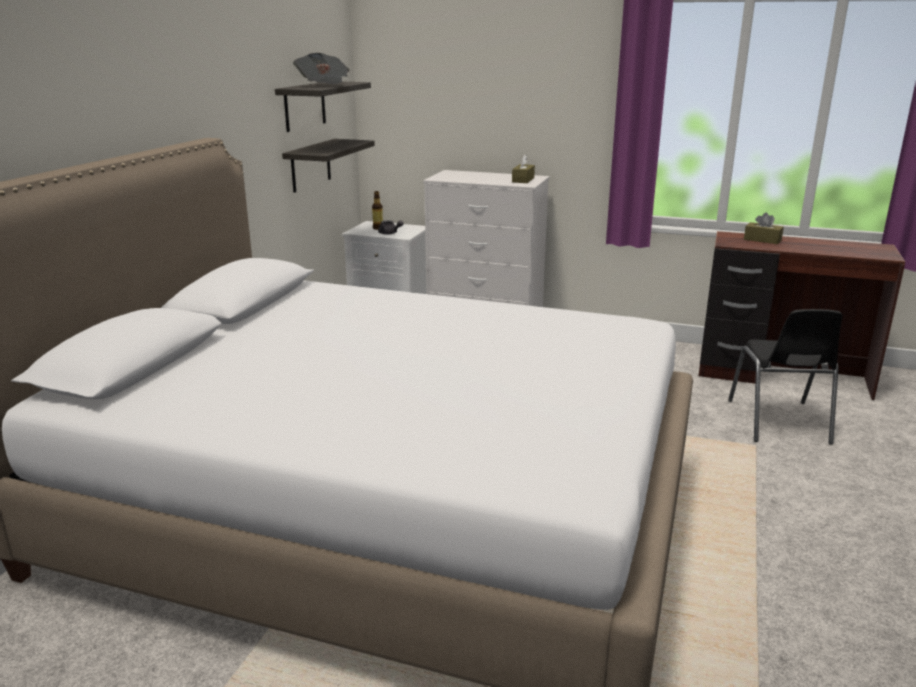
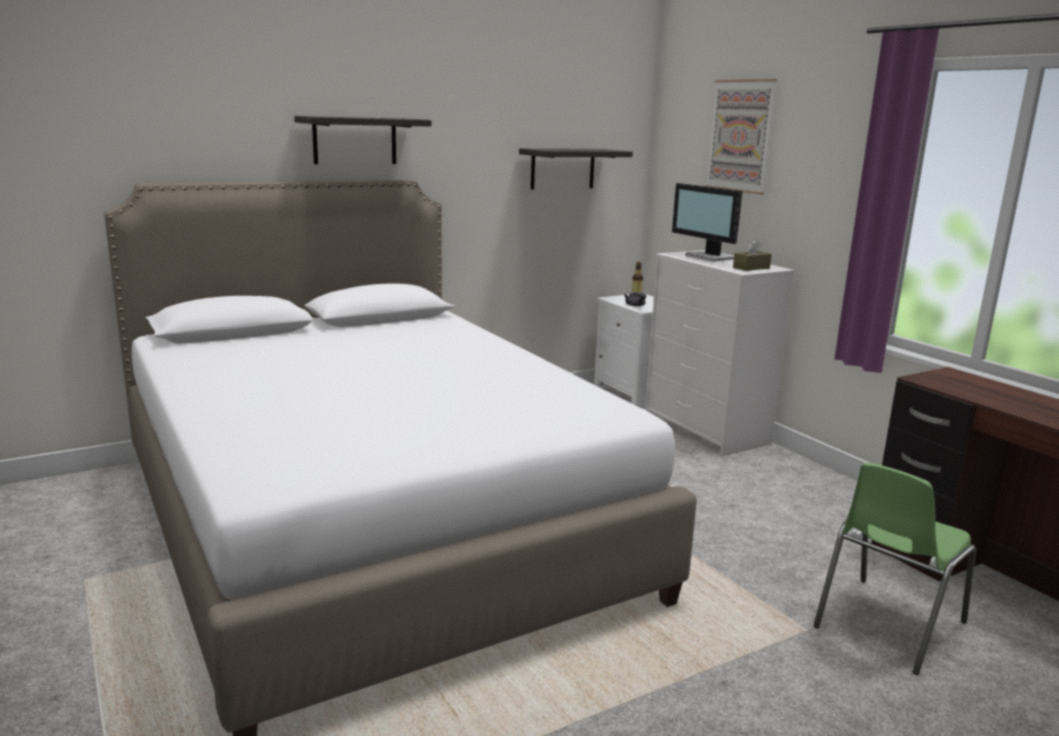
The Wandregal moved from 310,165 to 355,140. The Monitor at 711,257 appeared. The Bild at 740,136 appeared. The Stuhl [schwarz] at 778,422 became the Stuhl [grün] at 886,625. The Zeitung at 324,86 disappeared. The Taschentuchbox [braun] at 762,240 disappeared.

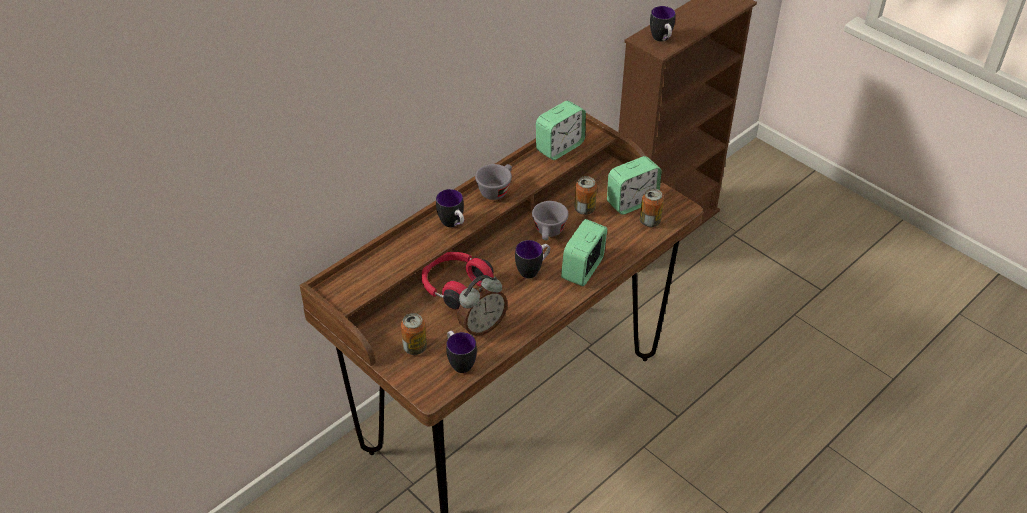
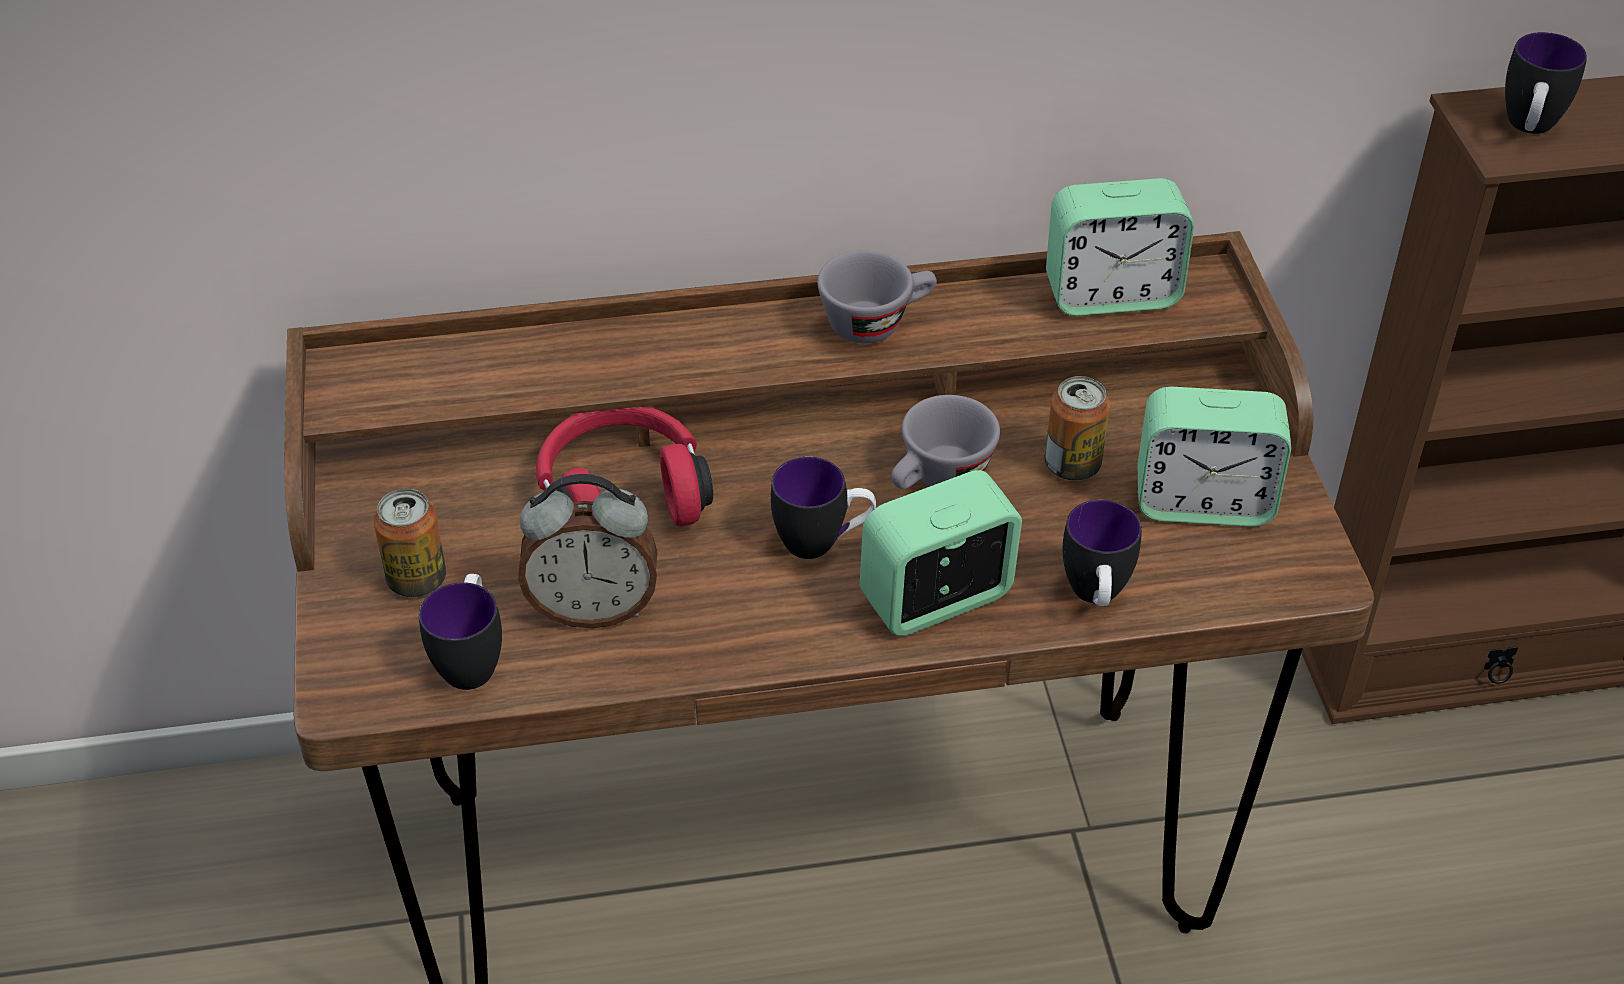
The Henkelbecher moved from 453,225 to 1096,598. The Dose at 650,221 disappeared.

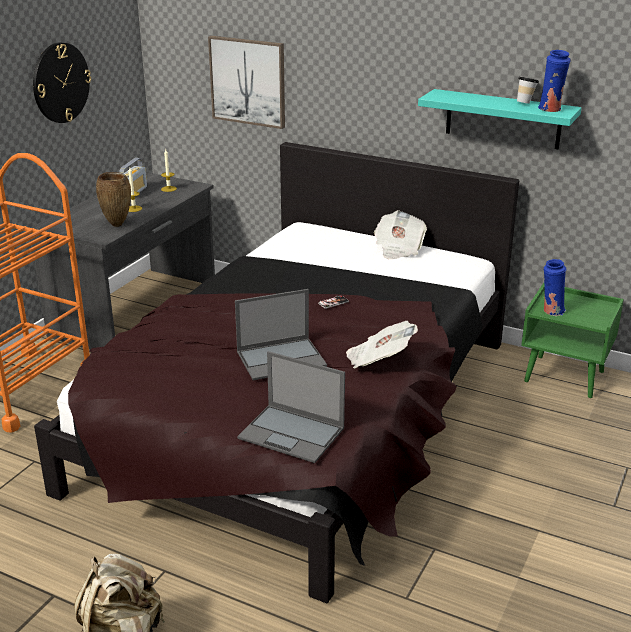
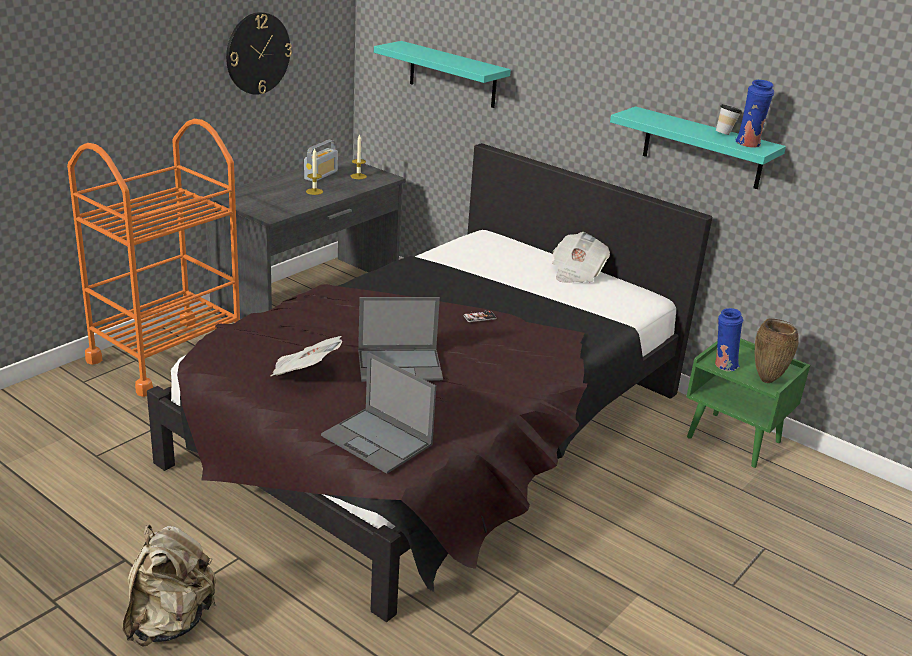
The Zeitung moved from 379,360 to 305,373. The Bild at 248,81 was replaced by the Wandregal [türkis] at 452,75. The Vase [braun] moved from 118,225 to 767,380.

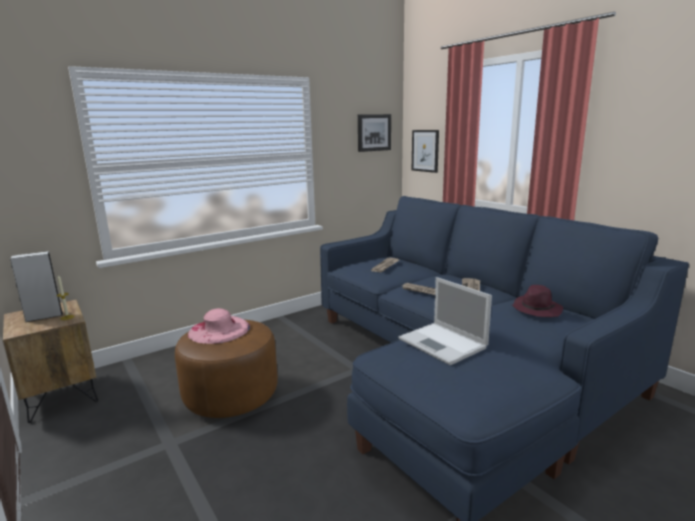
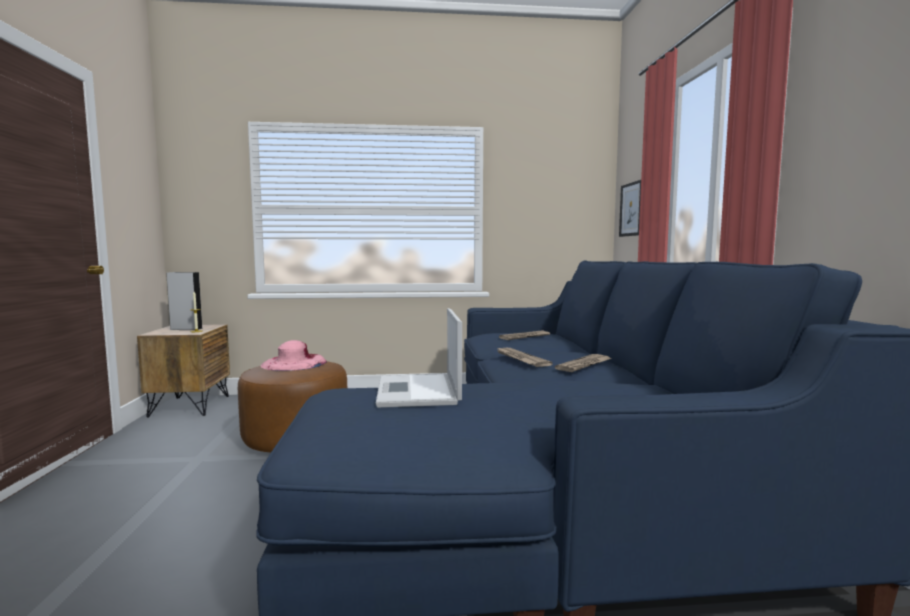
The Bild at 373,132 disappeared. The Hut [lila] at 536,309 disappeared.

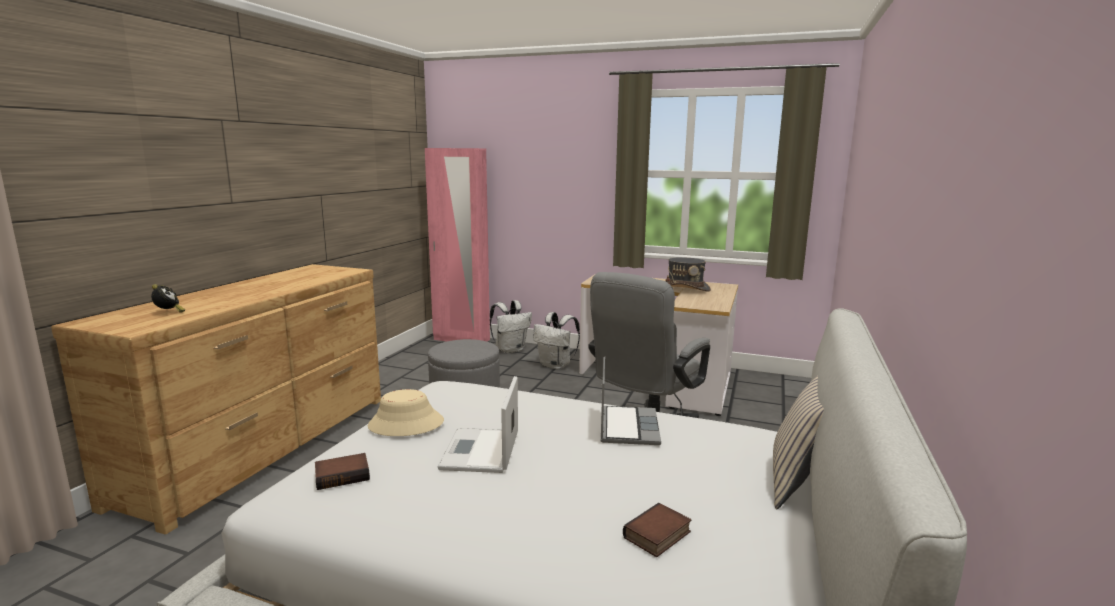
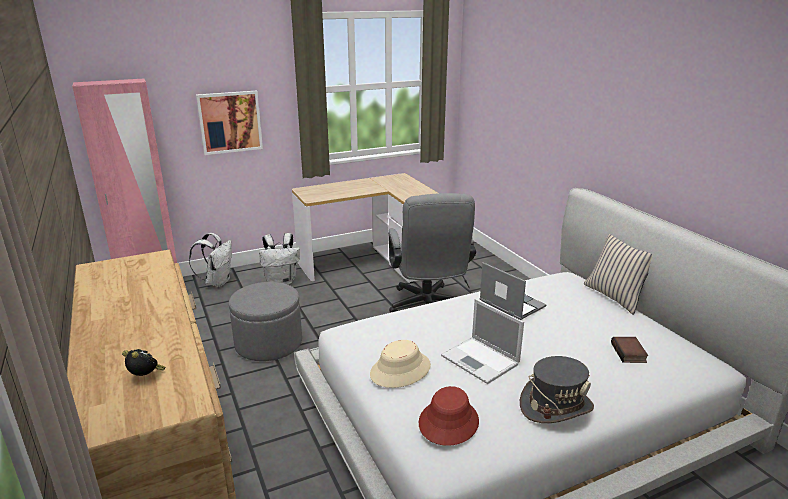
The Bild at 230,122 appeared. The Buch at 343,475 was replaced by the Hut [rot] at 448,422. The Hut [grau] moved from 685,288 to 555,406.

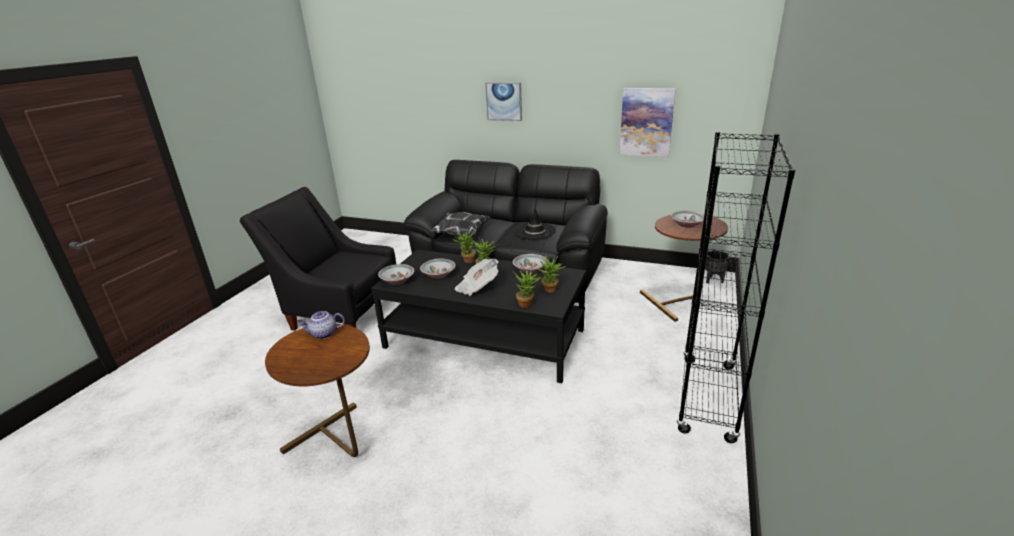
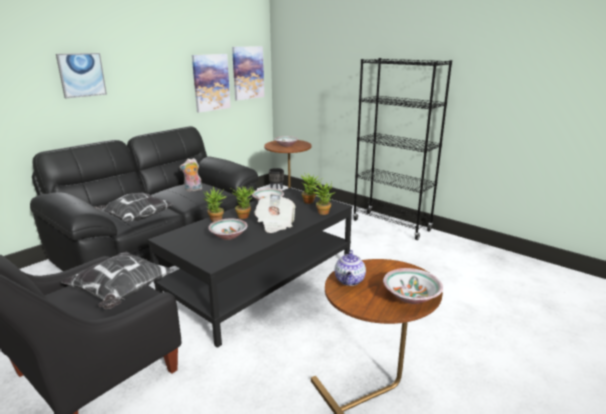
The Kissen at 121,293 appeared. The Hut [schwarz] at 534,231 was replaced by the Plüschtier at 193,190. The Bild at 248,73 appeared. The Schüssel moved from 397,281 to 410,297.

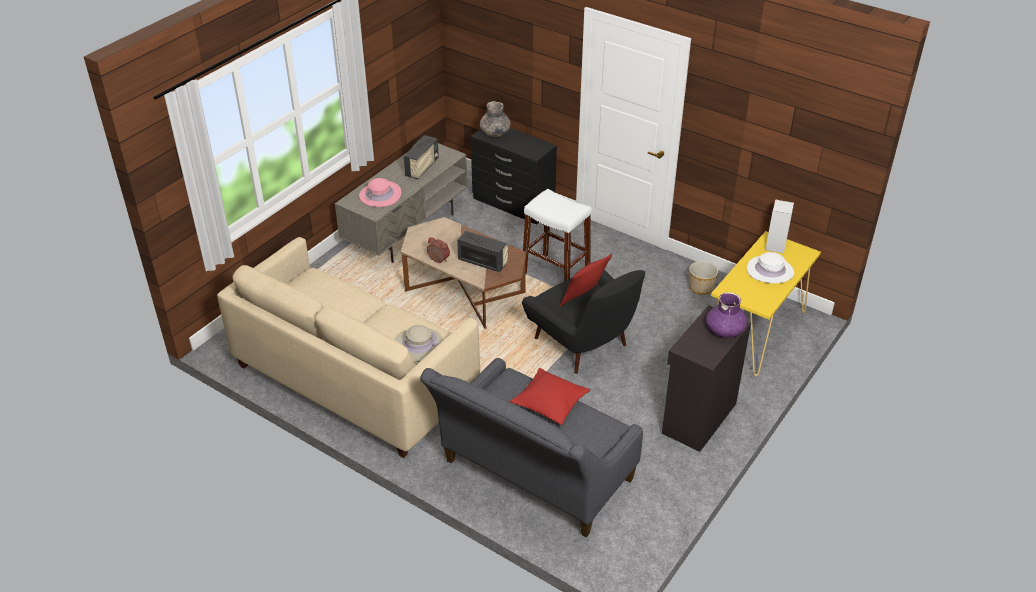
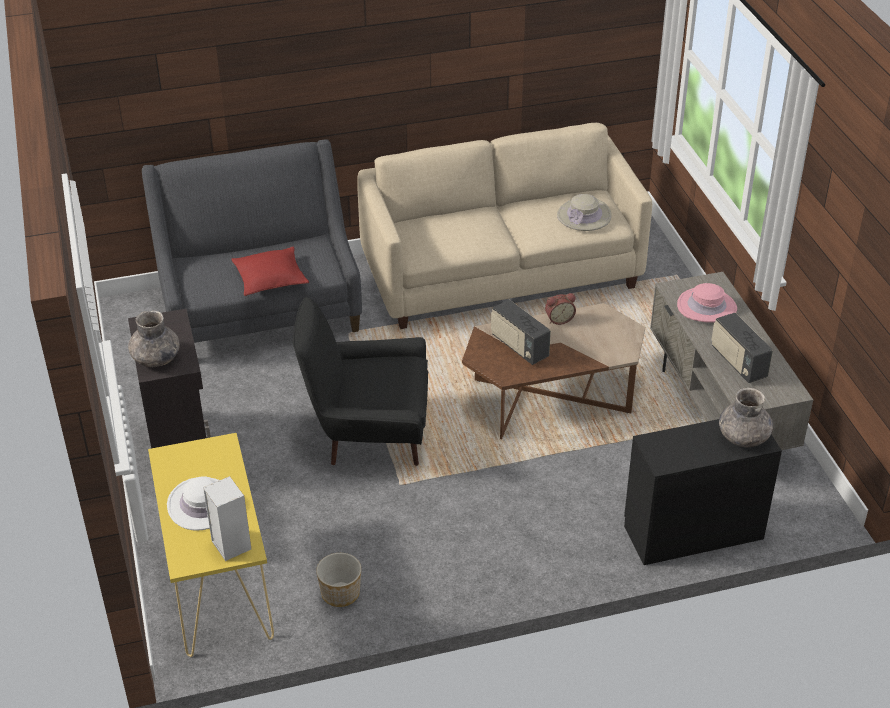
The Vase [lila] at 725,330 became the Vase [grau] at 155,358. The Radio at 483,262 turned 75 degrees clockwise. The Hut [beige] moved from 418,345 to 584,216. The Hocker [weiß] at 556,274 disappeared. The Kissen [rot] at 584,298 disappeared.

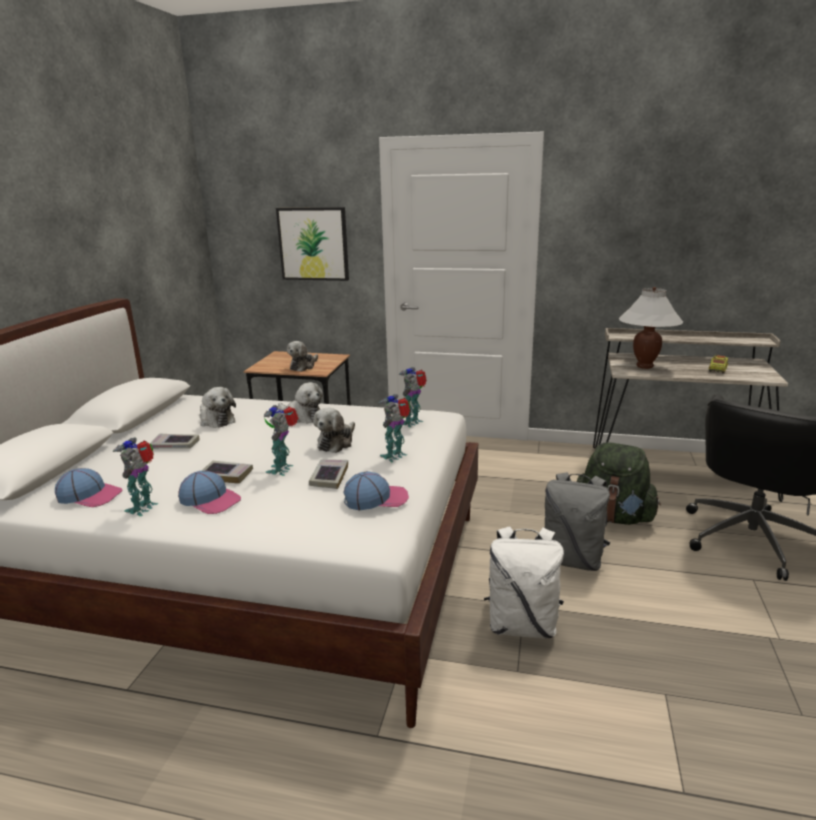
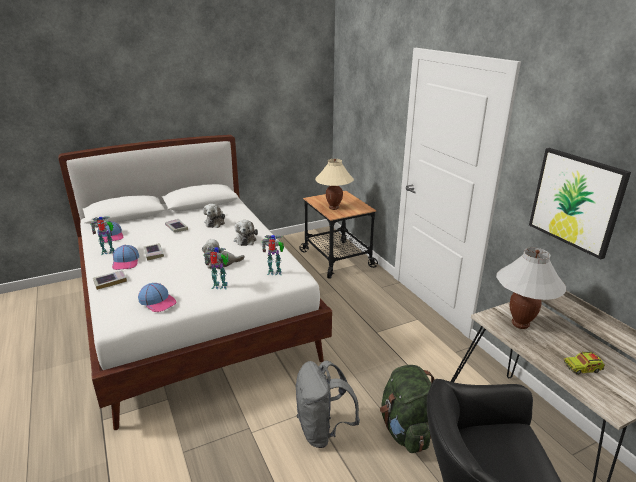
The Buch moved from 329,477 to 110,281. The Plüschtier at 303,366 was replaced by the Tischlampe [beige] at 334,208. The Bild moved from 313,244 to 576,201. The Spielzeugroboter at 283,469 disappeared. The Rucksack [weiß] at 522,625 disappeared.

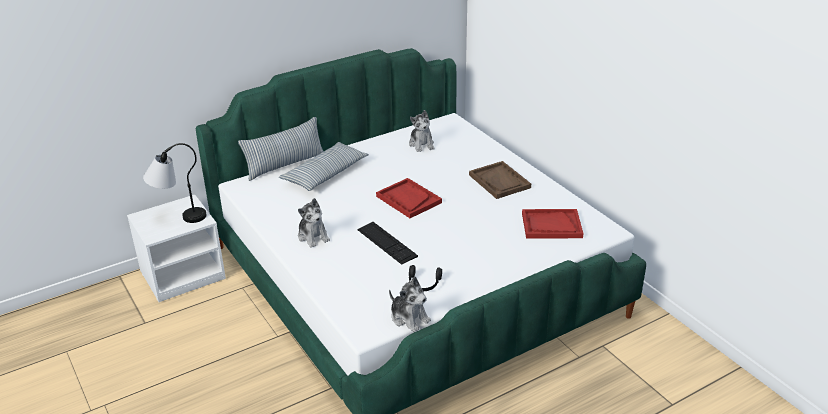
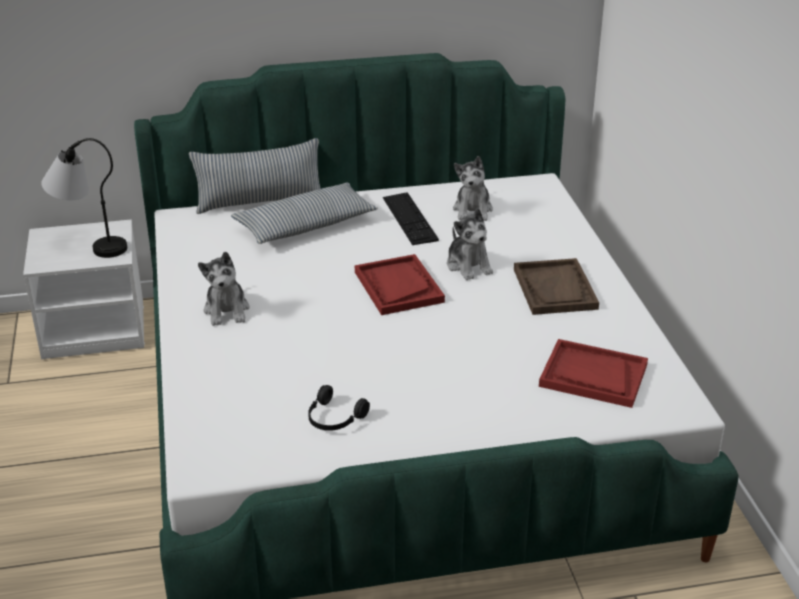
The Tastatur moved from 386,243 to 409,218. The Plüschtier moved from 409,318 to 468,266.

